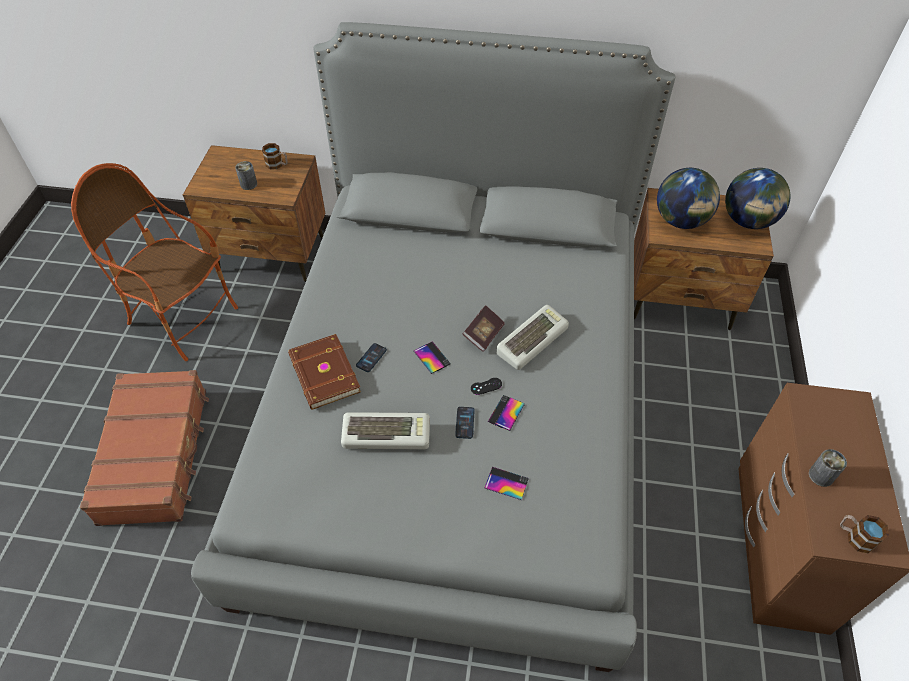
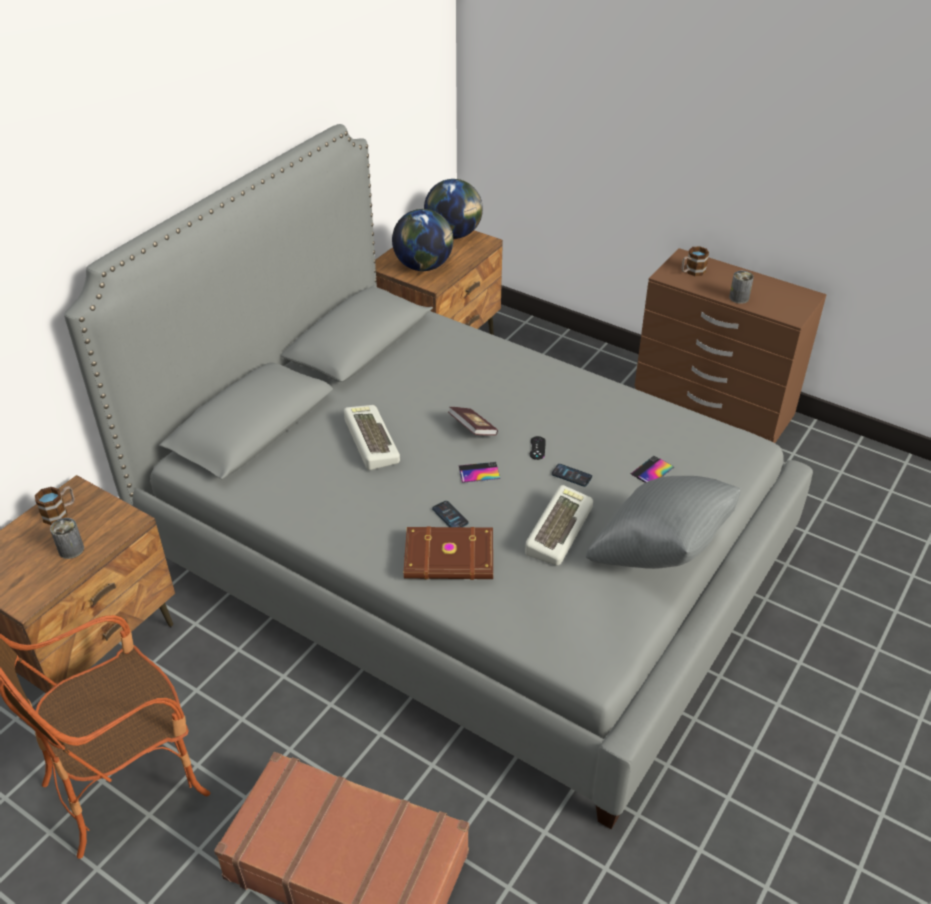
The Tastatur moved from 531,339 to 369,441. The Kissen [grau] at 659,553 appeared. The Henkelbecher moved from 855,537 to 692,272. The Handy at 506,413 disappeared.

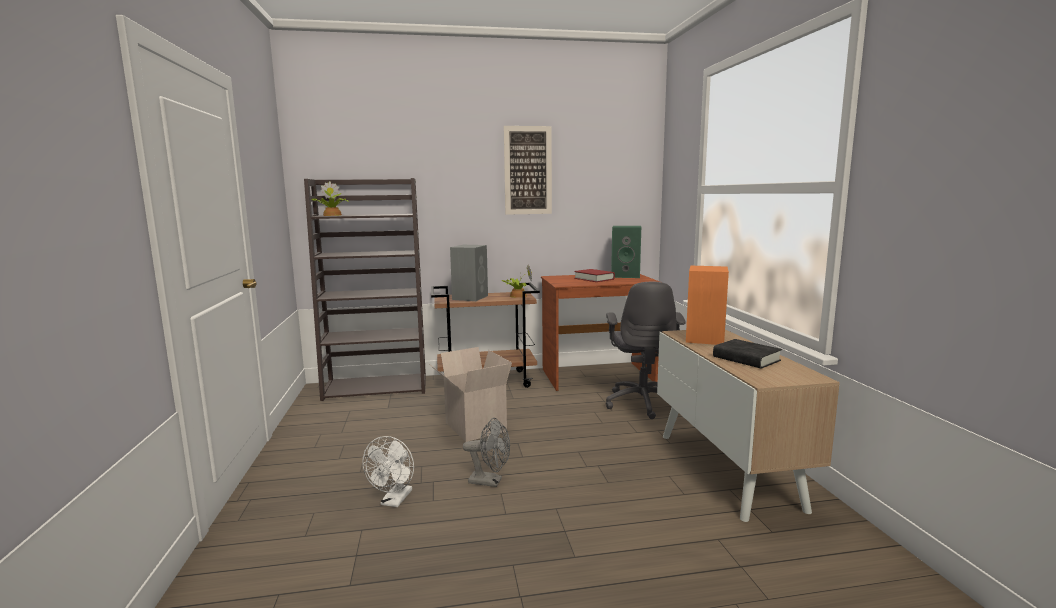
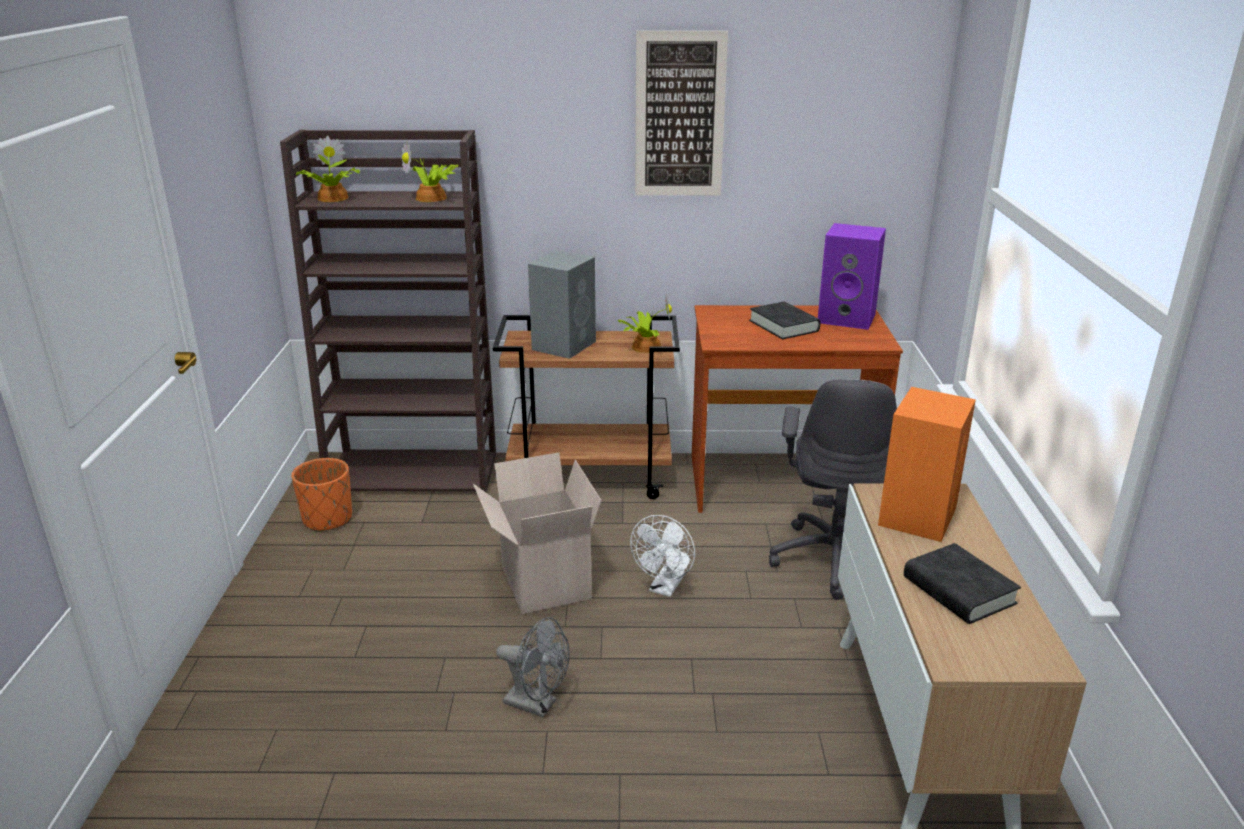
The Pflanzkübel [orange] at 327,519 appeared. The Topfpflanze at 433,198 appeared. The Ventilator [weiß] moved from 394,501 to 665,588. The Buch [rot] at 594,279 became the Buch [schwarz] at 784,326. The Lautsprecher [grün] at 626,275 became the Lautsprecher [lila] at 848,318.

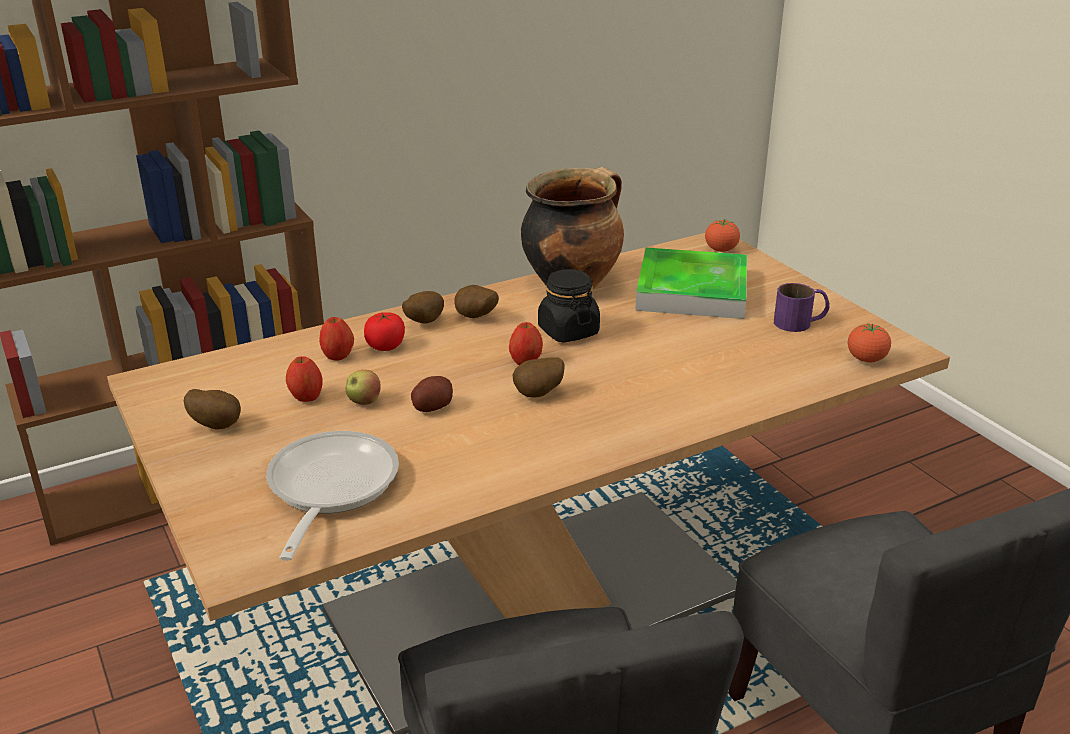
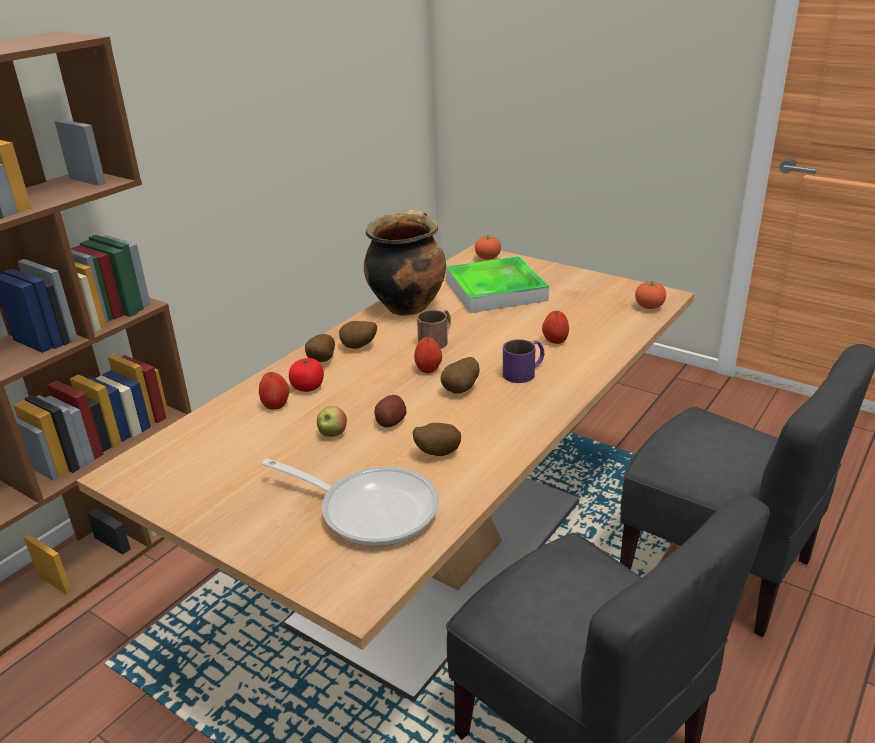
The Pfanne at 329,489 turned 135 degrees clockwise. The Kartoffel moved from 217,425 to 437,453. The Vorratsglas [schwarz] at 568,331 was replaced by the Henkelbecher [braun] at 437,339. The Henkelbecher [lila] moved from 801,322 to 525,372. The Apfel moved from 306,397 to 555,341.

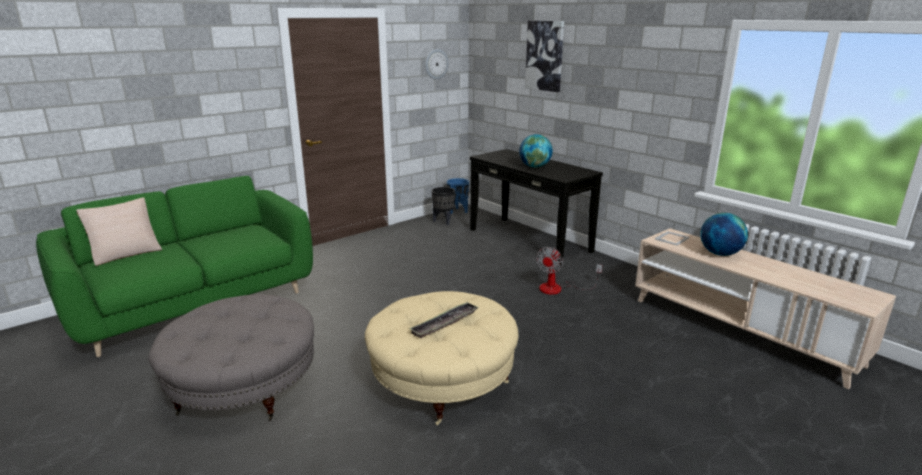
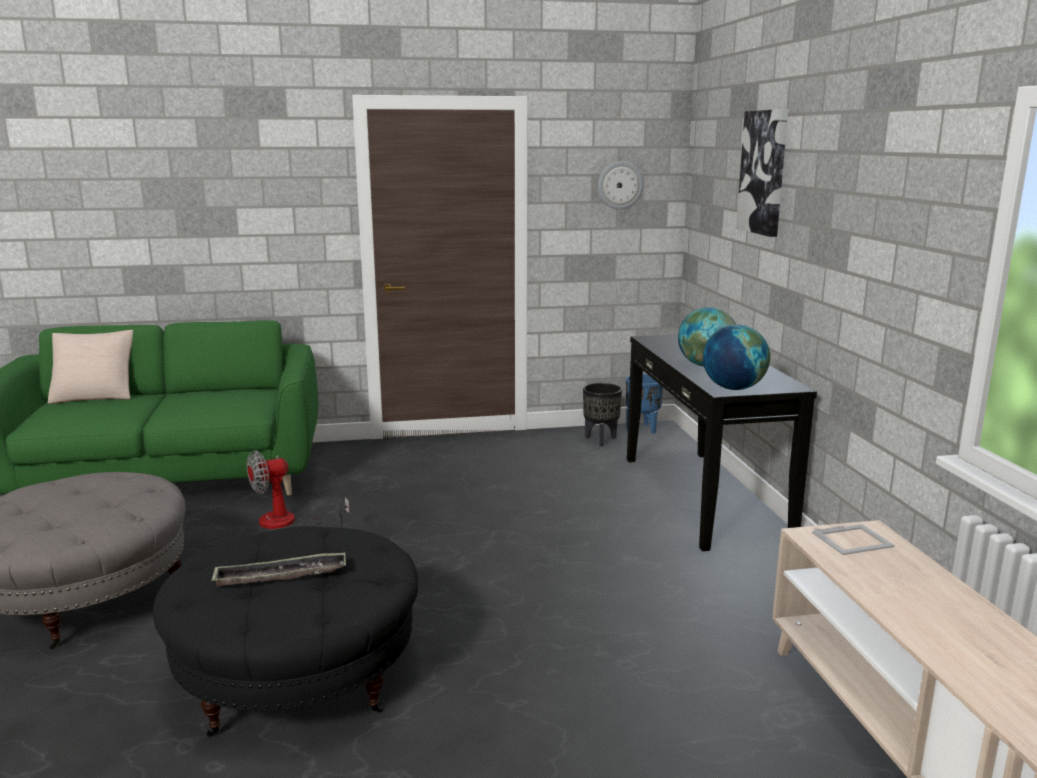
The Polsterhocker [beige] at 443,381 became the Polsterhocker [schwarz] at 298,675. The Ventilator moved from 558,288 to 288,523. The Globus moved from 719,254 to 733,388.

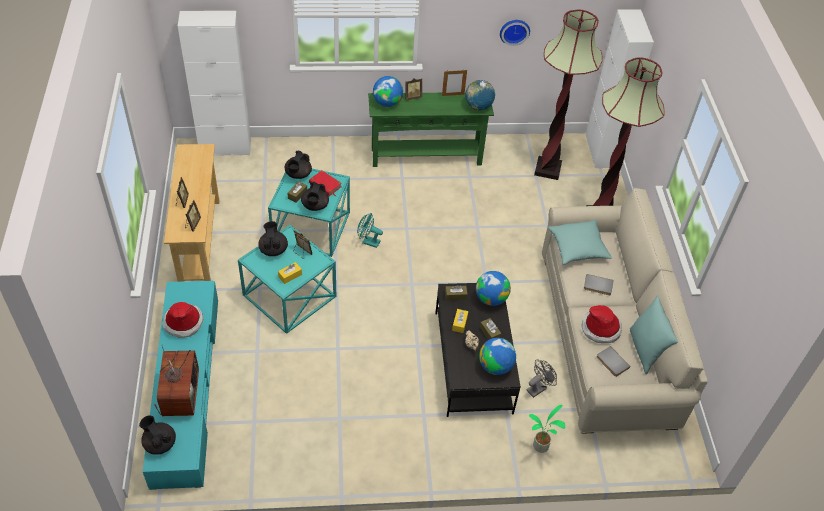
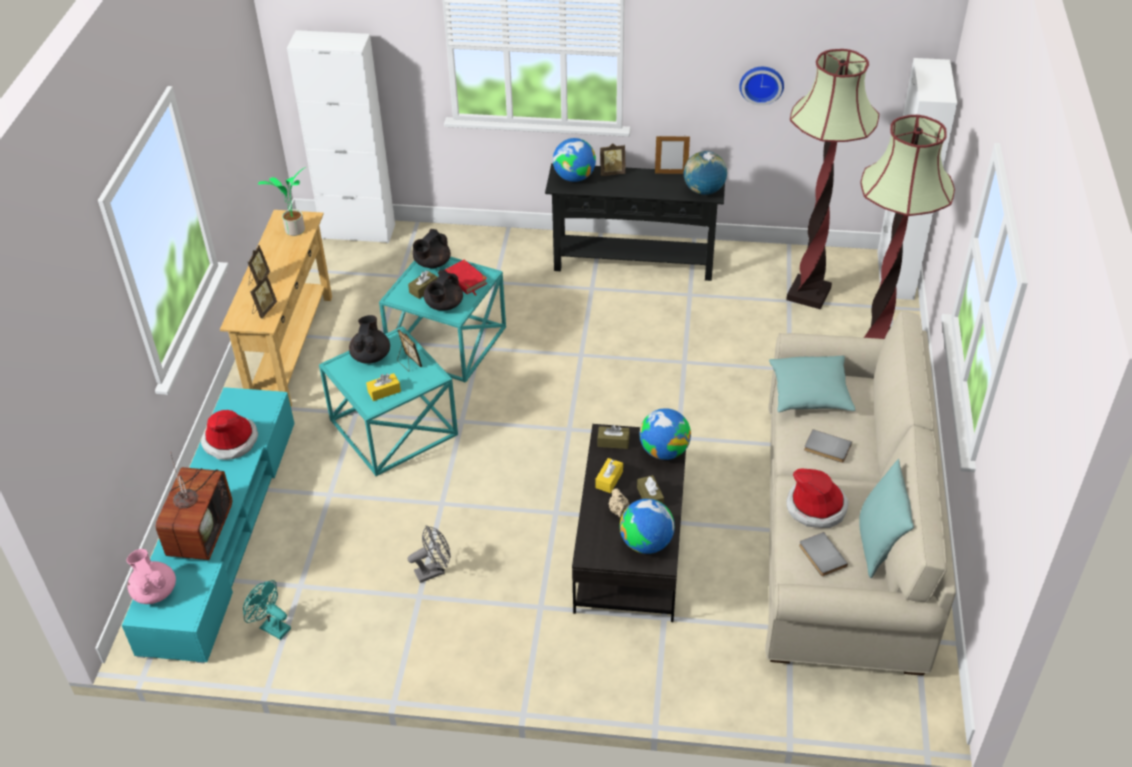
The Teekanne [schwarz] at 159,443 became the Teekanne [rosa] at 154,591. The Ventilator [türkis] moved from 368,242 to 271,627. The Topfpflanze moved from 540,447 to 294,231. The Ventilator [grau] moved from 538,388 to 434,571. The Konsolentisch [grün] at 426,156 became the Konsolentisch [schwarz] at 634,263.

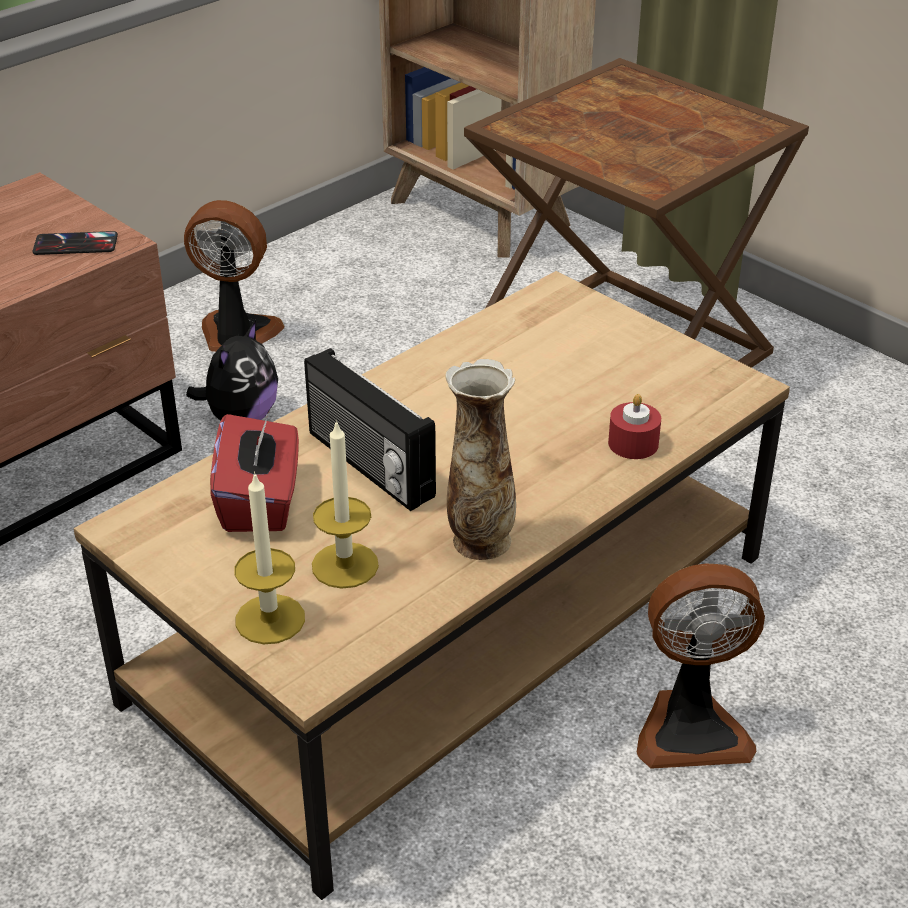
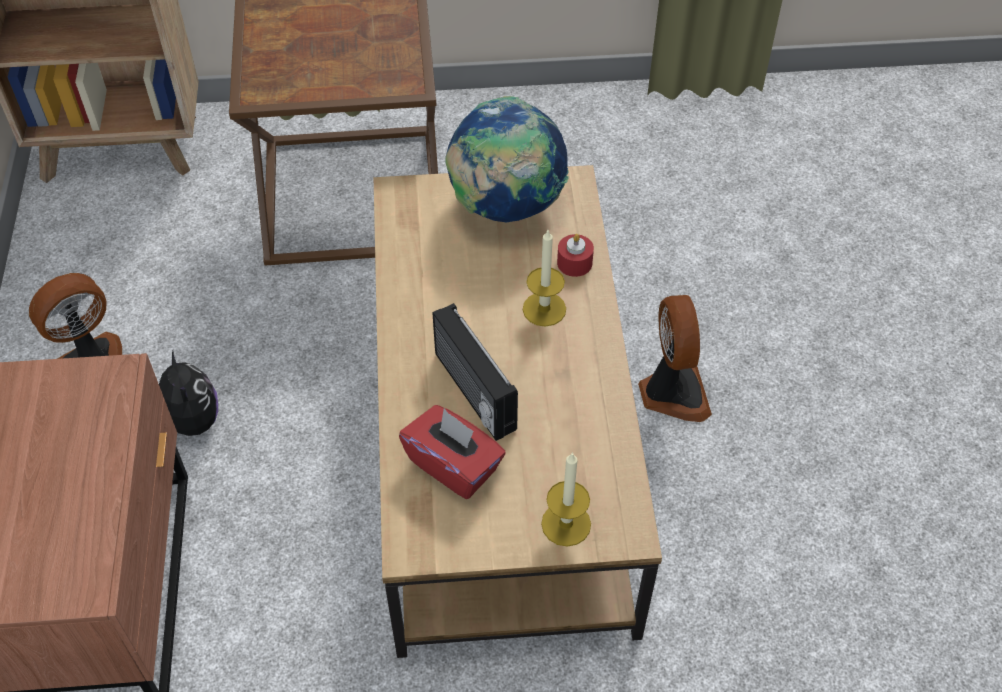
The Radio at 368,466 turned 60 degrees clockwise. The Globus at 505,207 appeared. The Kerze moved from 345,565 to 544,309. The Ventilator at 691,728 turned 45 degrees counterclockwise. The Handy at 75,244 disappeared. The Vase at 480,540 disappeared.

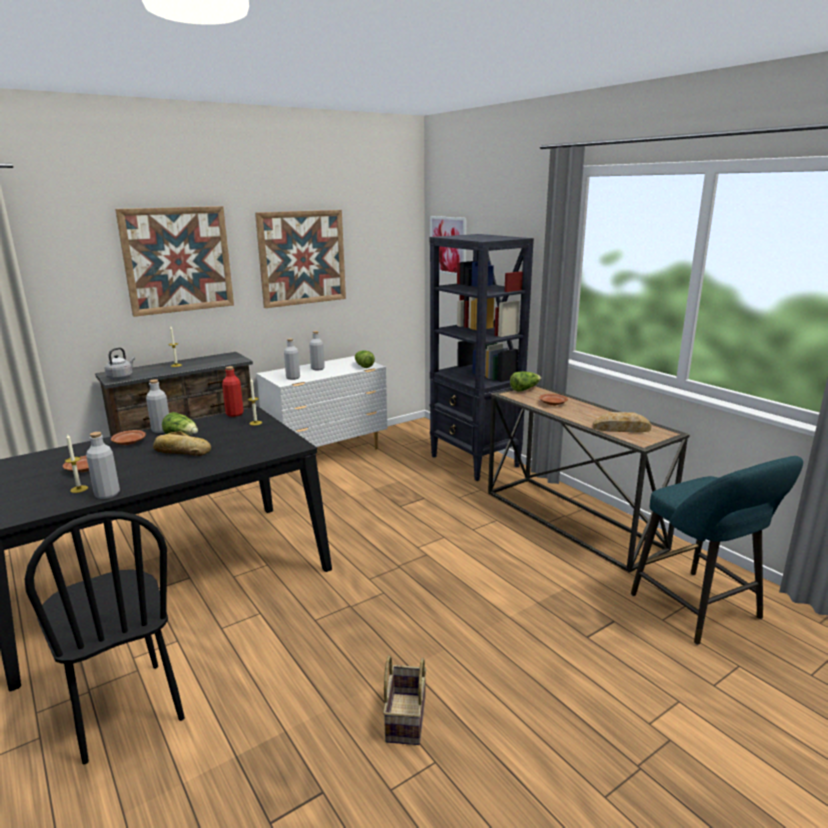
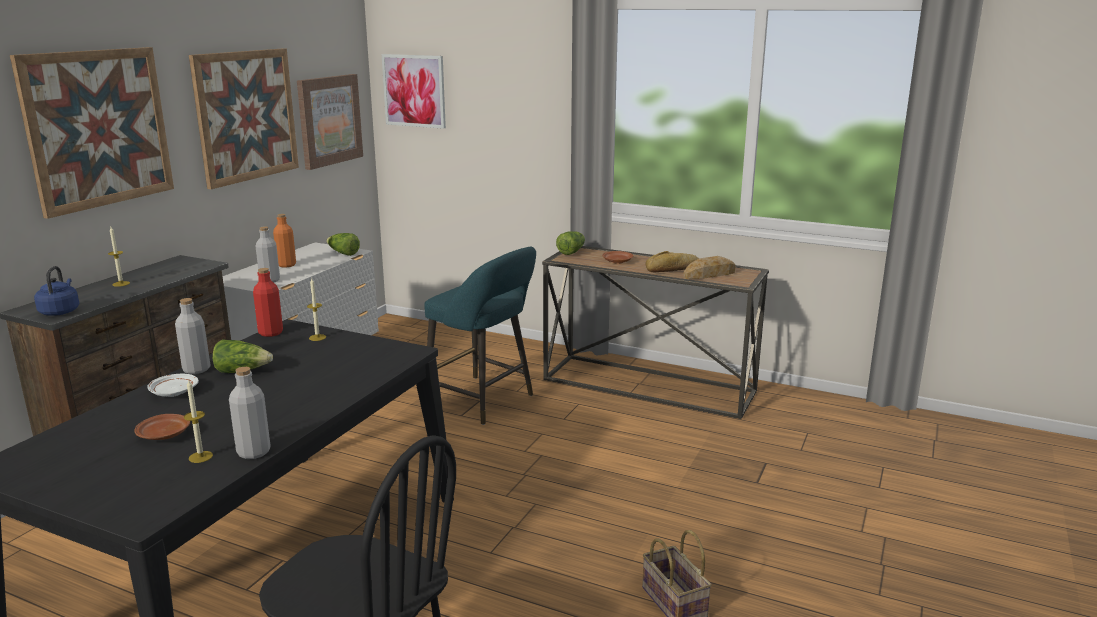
The Wasserkessel [grau] at 121,377 became the Wasserkessel [blau] at 60,311. The Teller [braun] at 129,442 became the Teller [weiß] at 173,392. The Flasche [grau] at 317,368 became the Flasche [orange] at 286,265. The Bild at 329,120 appeared. The Hocker [türkis] moved from 700,610 to 484,401. The Brot moved from 182,451 to 673,269. The Bücherregal [schwarz] at 475,462 disappeared.

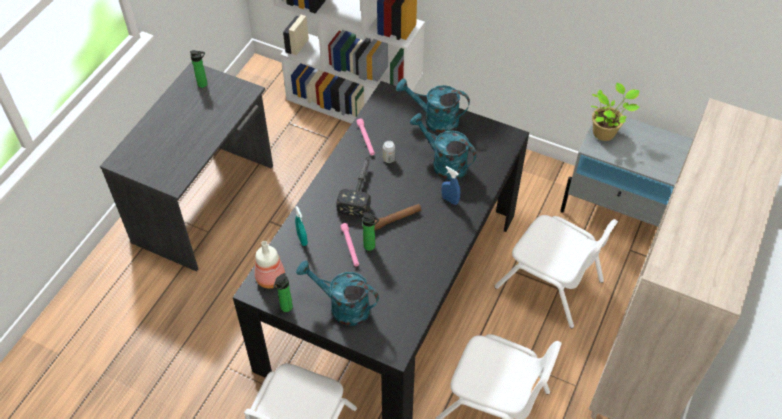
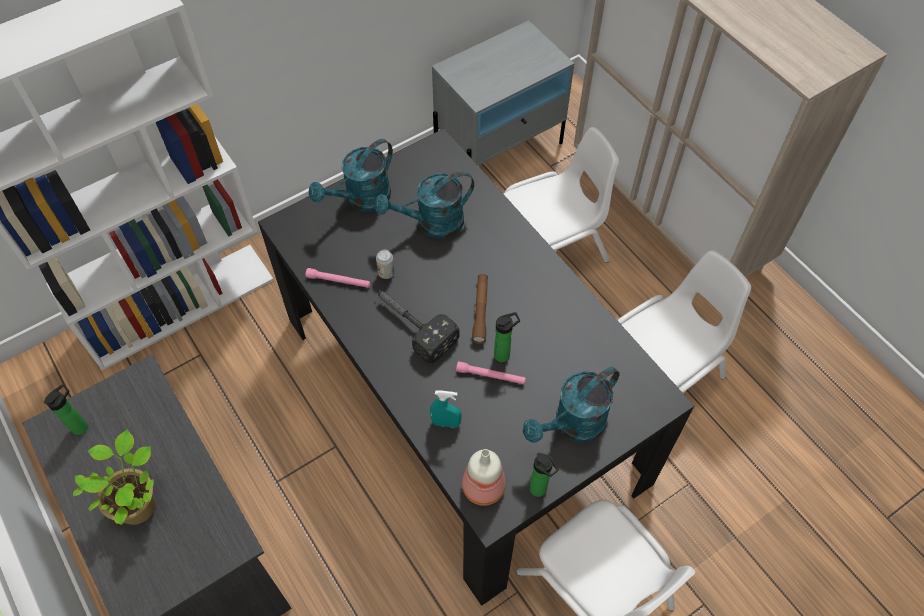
The Topfpflanze moved from 605,132 to 138,503. The Sprühflasche [blau] at 450,200 disappeared.

